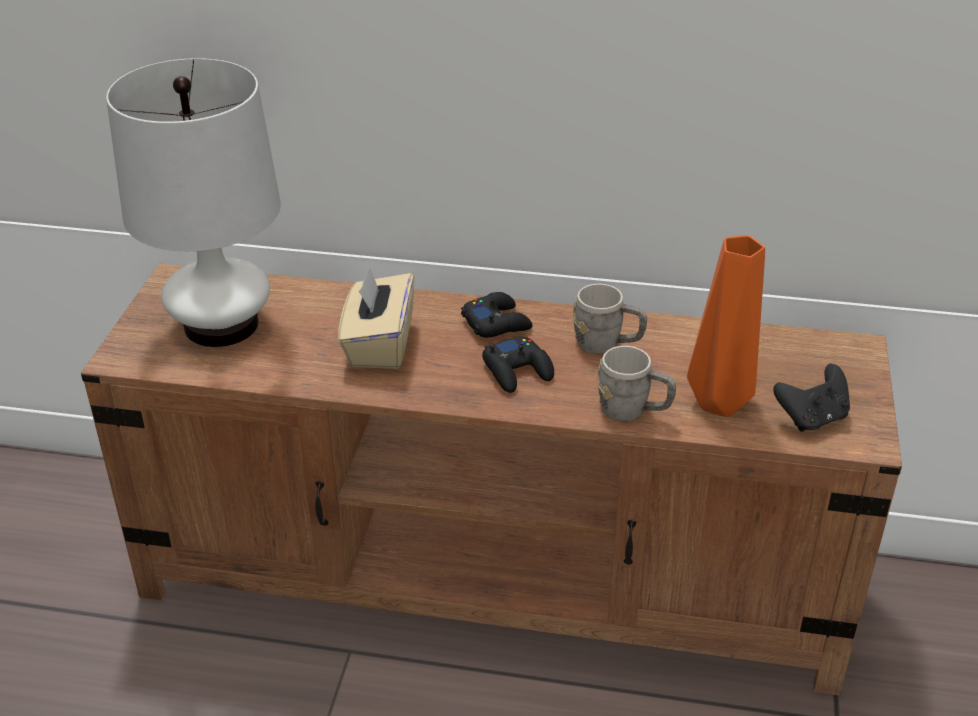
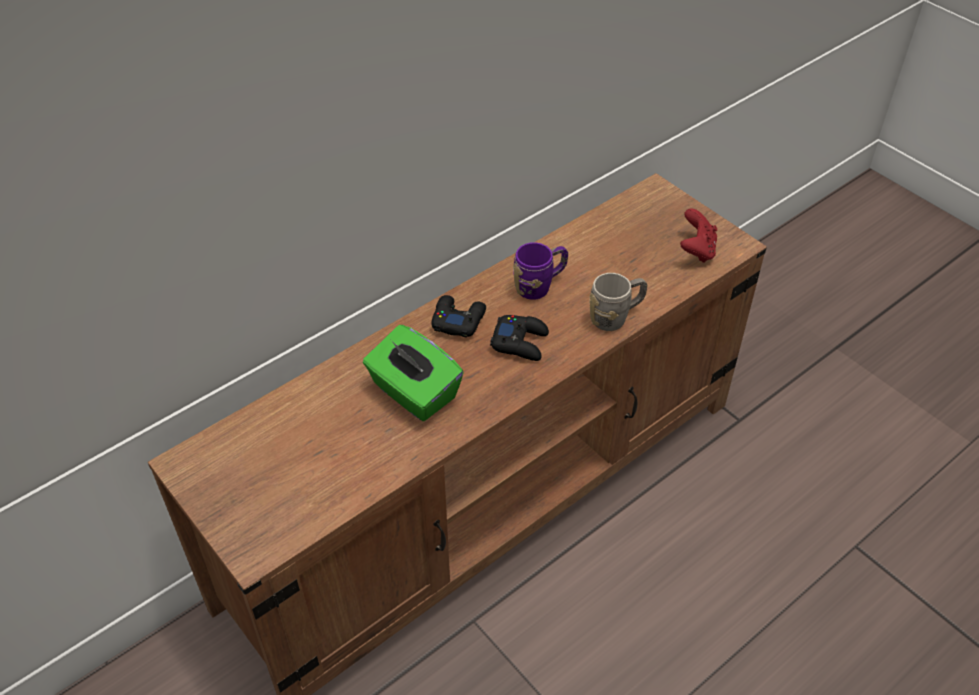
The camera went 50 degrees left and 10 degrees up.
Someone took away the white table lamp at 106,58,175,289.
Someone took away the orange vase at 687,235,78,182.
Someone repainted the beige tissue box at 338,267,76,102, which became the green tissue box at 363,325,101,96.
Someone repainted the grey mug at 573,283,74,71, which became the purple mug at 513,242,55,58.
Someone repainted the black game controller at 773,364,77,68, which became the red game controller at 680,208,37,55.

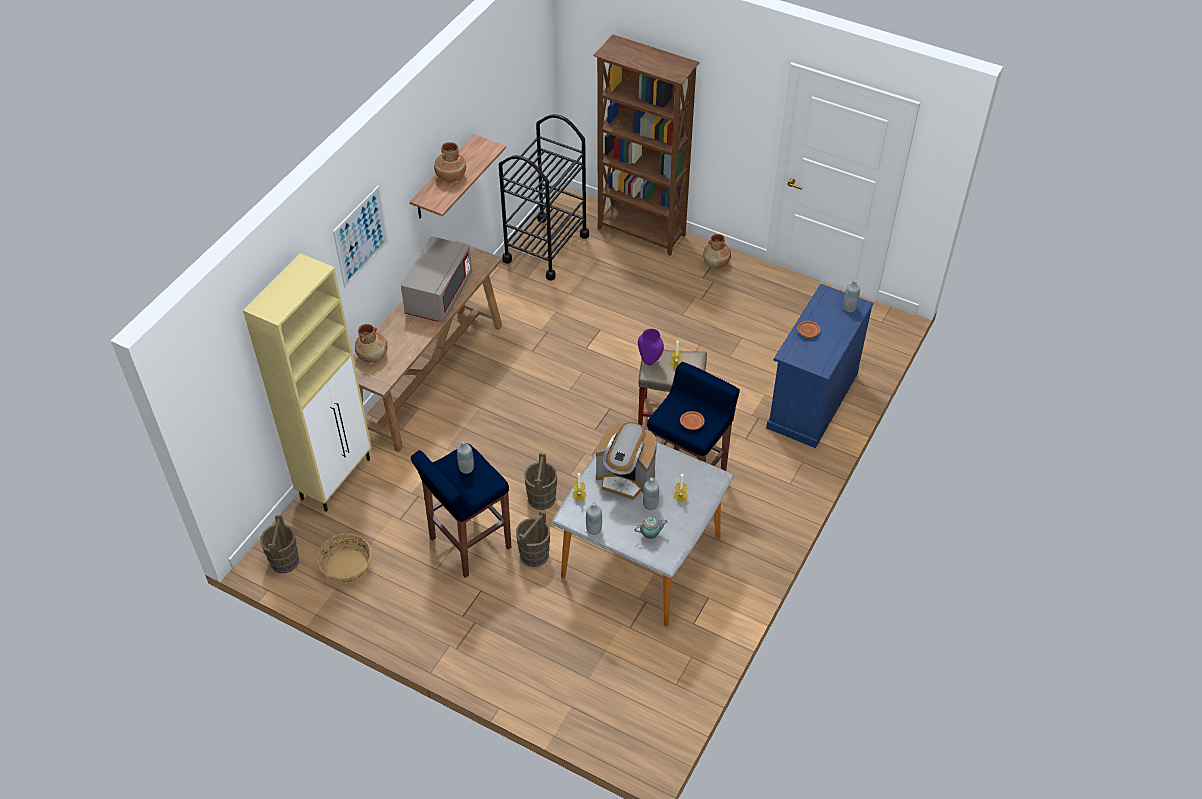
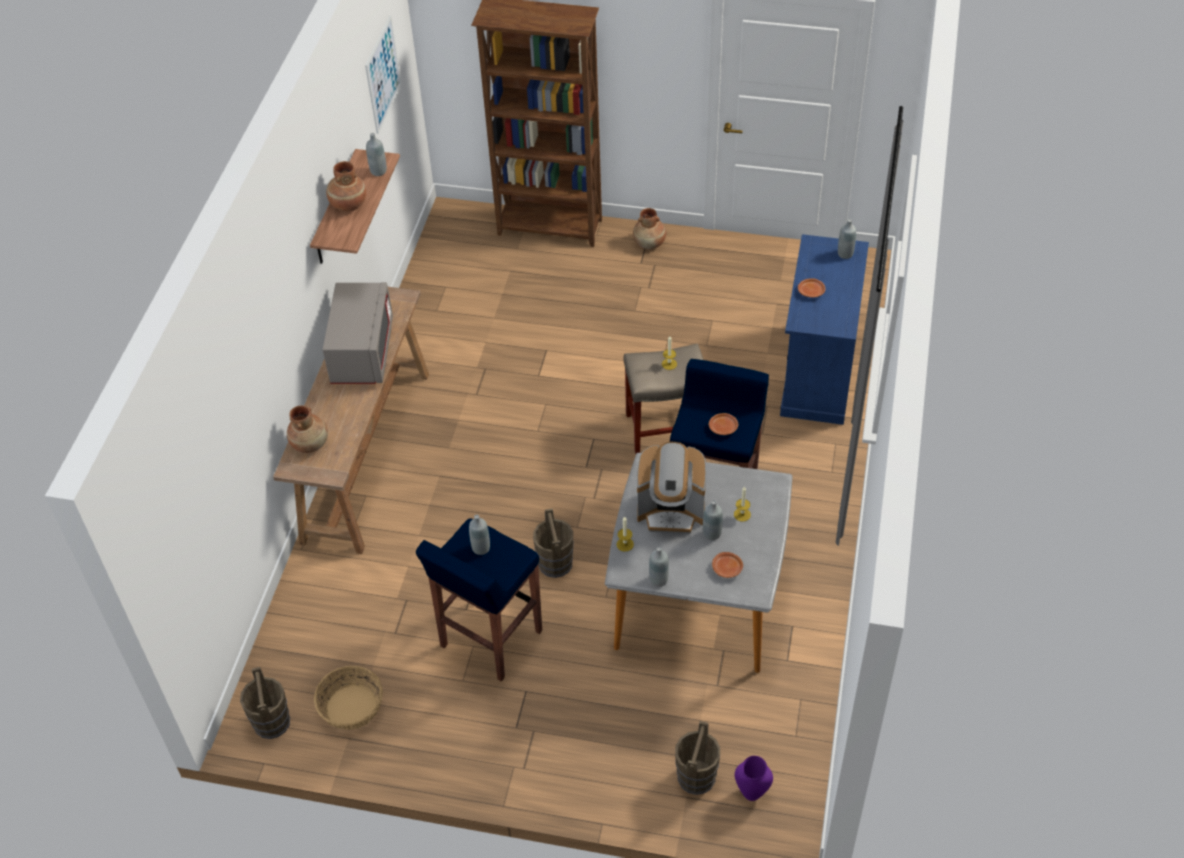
The camera went 15 degrees left and 0 degrees up.
Someone took away the black cart at 499,114,90,167.
Someone carried the picture from 333,186,55,102 to 365,16,37,118.
Someone took away the beige cabinet at 243,253,129,259.
Someone carried the purple vase from 638,329,26,36 to 735,756,38,45.
Someone carried the brown bucket from 516,510,34,57 to 675,721,45,74.
Someone swapped the teapot at 635,517,33,22 for the brown plate at 712,552,31,26.
Someone put down the grey bottle at 366,133,21,43.

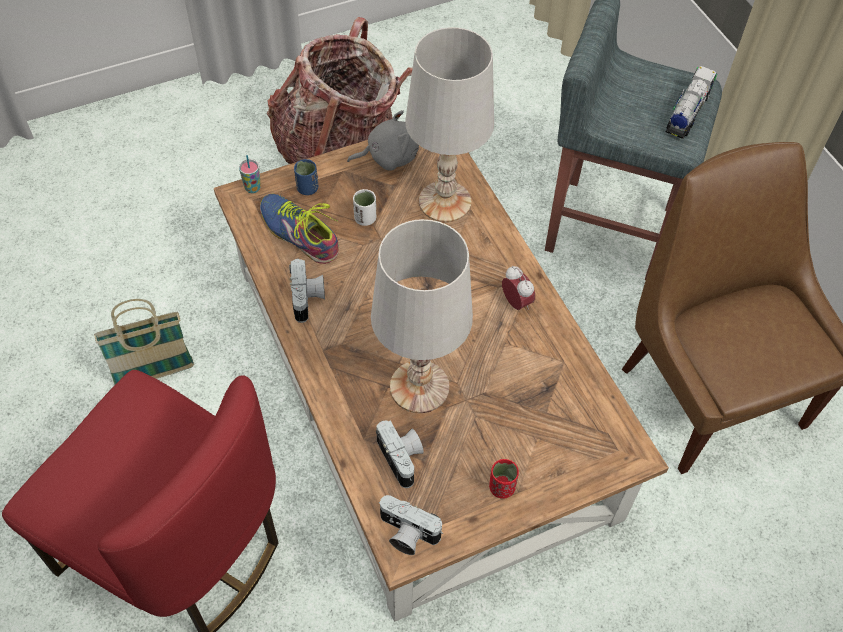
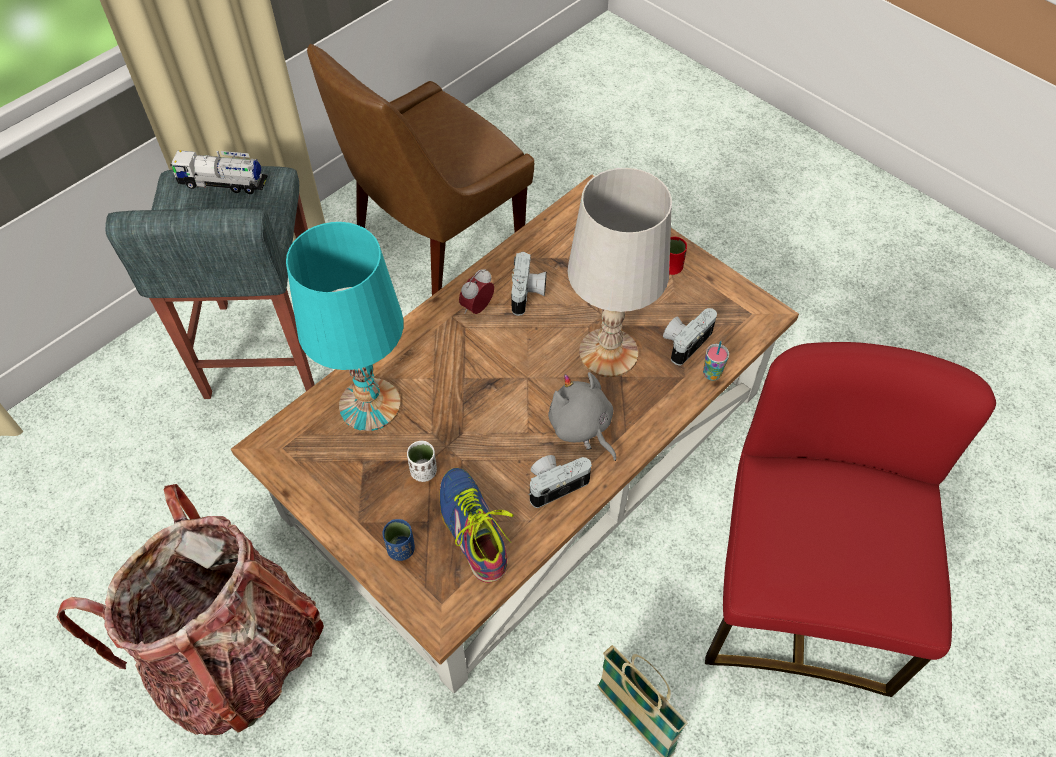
The camera went 110 degrees left and 0 degrees up.
Someone repainted the white table lamp at 405,27,89,195, which became the turquoise table lamp at 286,222,118,209.
Someone carried the grey plush toy from 347,110,72,61 to 548,372,68,89.
Someone carried the cup from 239,155,22,38 to 703,341,26,40.
Someone rotated the shoe at 260,194,79,70 by 135 degrees clockwise.
Someone carried the photo camera from 379,495,64,60 to 511,252,35,64.

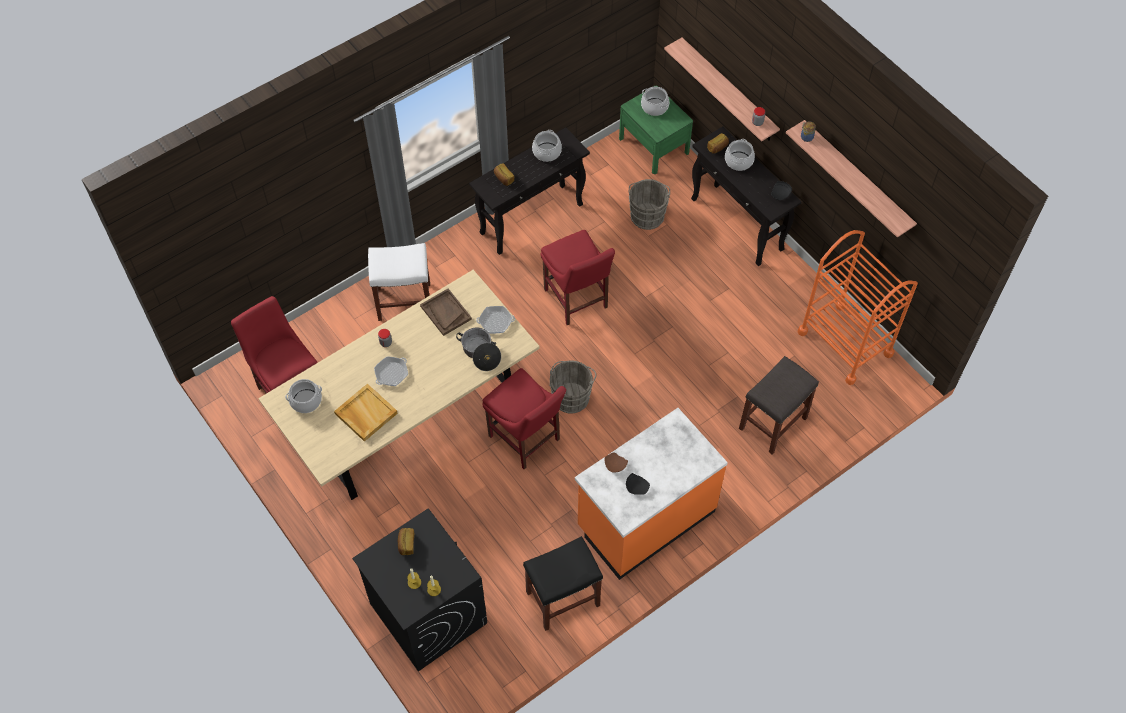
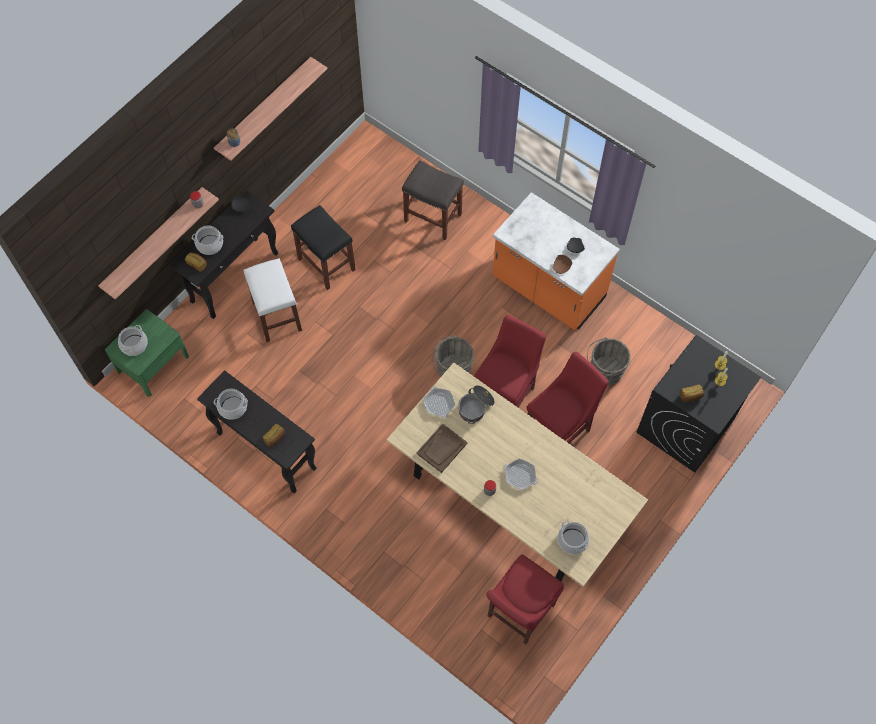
The camera went 105 degrees left and 5 degrees up.
Someone carried the grey bucket from 629,179,41,51 to 587,337,44,48.
Someone carried the red chair from 541,230,74,95 to 527,352,82,91.
Someone took away the orange cart at 797,230,121,155.
Someone carried the white stool from 368,243,62,78 to 244,258,58,84.
Someone took away the beige tray at 334,384,64,58.
Someone carried the black stool from 523,536,80,95 to 291,205,65,85.

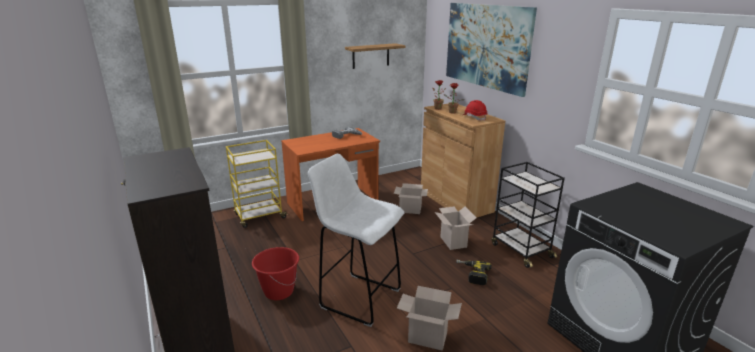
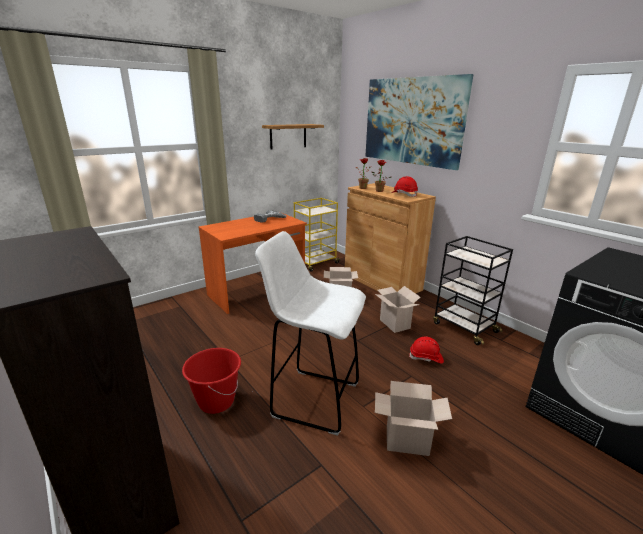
The camera went 10 degrees left and 0 degrees up.
Someone carried the yellow cart from 226,140,62,88 to 294,198,46,74.
Someone swapped the power drill at 456,260,36,25 for the red hard hat at 409,336,35,28.

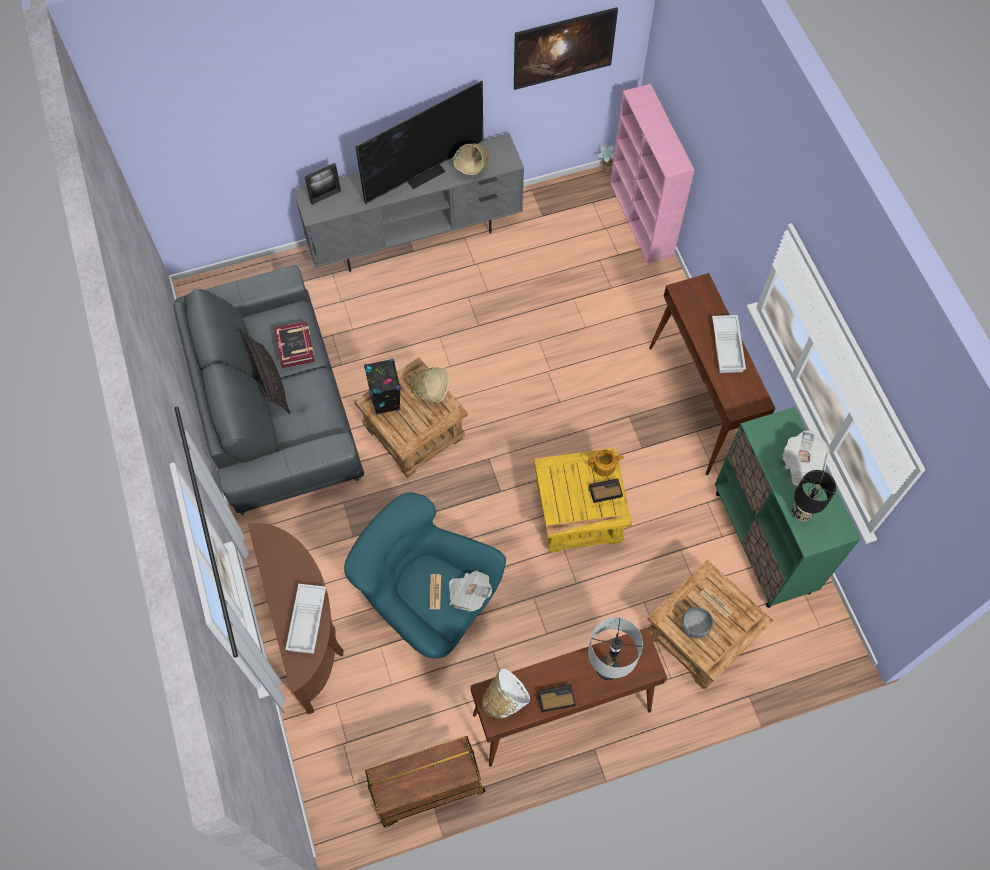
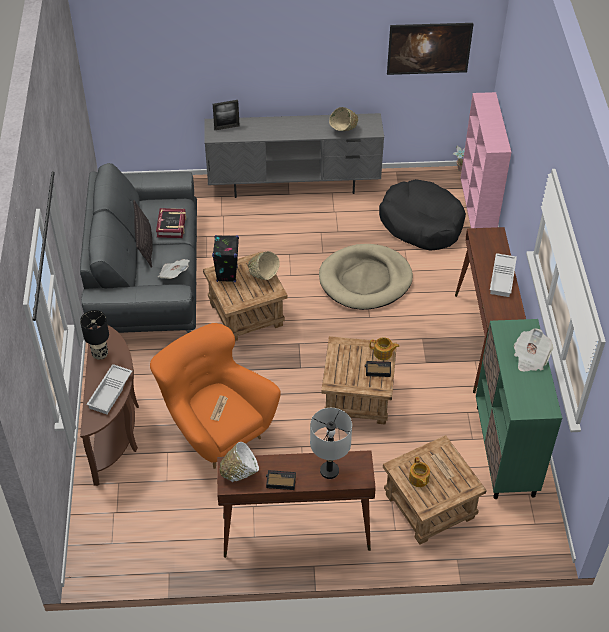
The camera went 15 degrees right and 15 degrees down.
Someone took away the television at 355,80,128,124.
Someone repainted the yellow side table at 534,448,98,104, which became the brown side table at 321,336,76,89.
Someone carried the black table lamp from 792,470,44,52 to 80,310,29,50.
Someone repainted the turquoise armchair at 344,492,162,166, which became the orange armchair at 150,323,131,146.
Someone carried the newspaper from 449,570,43,42 to 158,259,32,20.
Someone swapped the grey bowl at 681,607,32,31 for the teapot at 409,457,21,30.
Someone took away the brown cart at 365,736,121,91.
Someone put down the black dog bed at 379,179,87,72.
Someone put down the beige dog bed at 319,244,94,66.

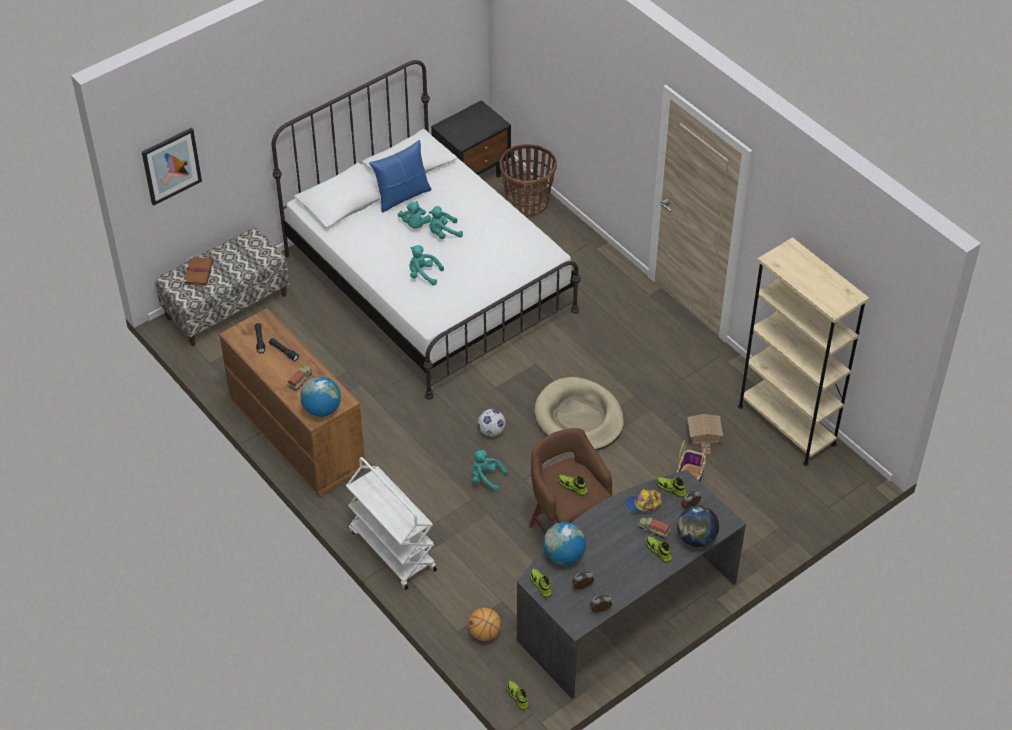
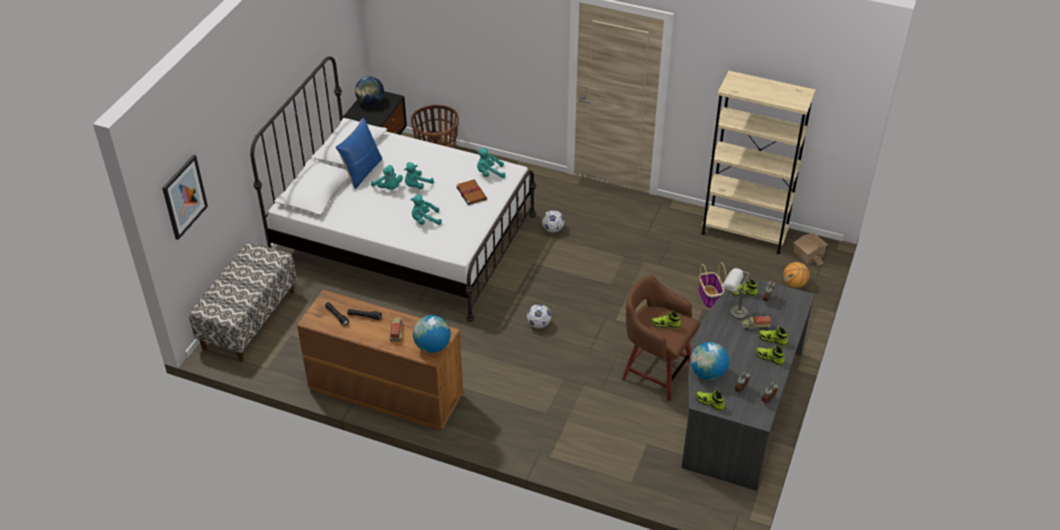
The camera went 30 degrees left and 5 degrees down.
Someone carried the brown book from 183,257,31,29 to 456,179,31,27.
Someone took away the beige dog bed at 534,377,90,73.
Someone carried the toy house from 687,414,36,40 to 793,233,35,33.
Someone carried the turquoise plush toy from 472,450,35,42 to 477,148,28,30.
Someone took away the white cart at 346,457,91,133.
Someone swapped the cap at 625,489,36,24 for the grey table lamp at 722,268,27,52.
Someone carried the globe from 677,505,42,42 to 355,76,29,30.
Someone carried the basketball from 468,608,33,33 to 783,262,27,26.
Someone carried the shoe from 507,680,22,31 to 756,346,29,20.
Someone put down the football at 542,210,22,23.

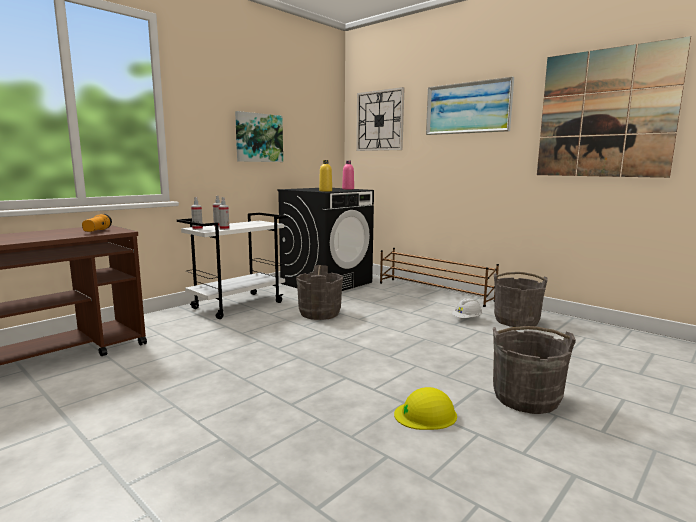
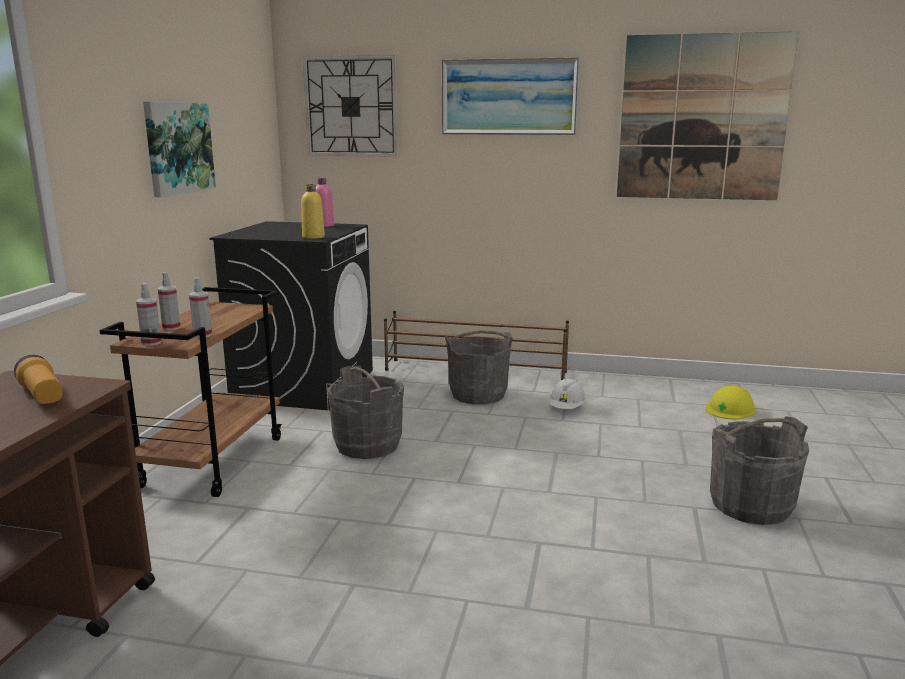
The camera went 30 degrees left and 5 degrees up.
Someone repainted the white cart at 177,213,110,106, which became the brown cart at 99,287,183,210.
Someone carried the grey bucket from 494,272,54,55 to 445,330,68,74.
Someone carried the yellow hard hat from 394,387,63,43 to 705,386,51,33.

